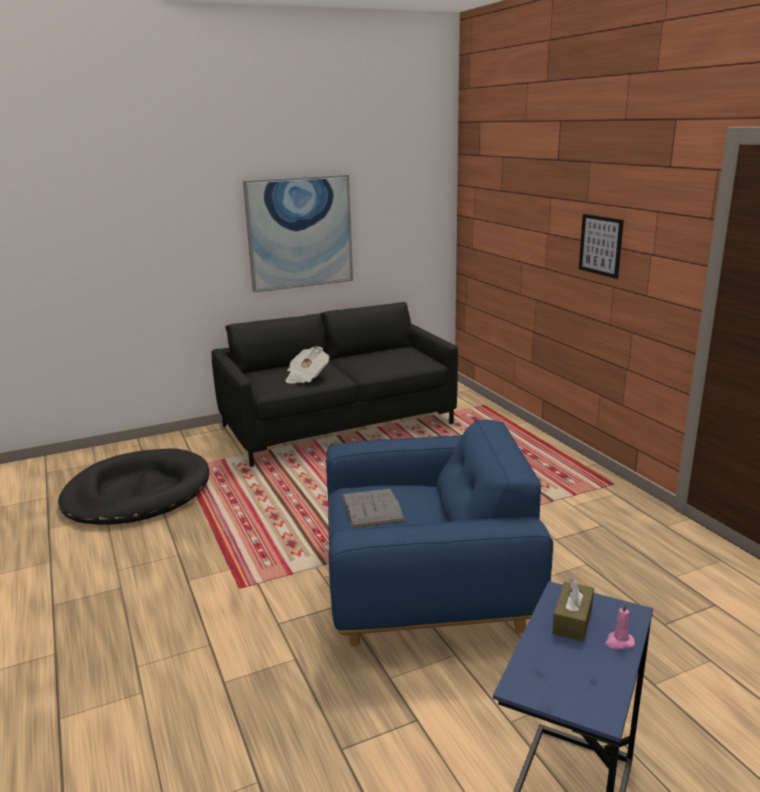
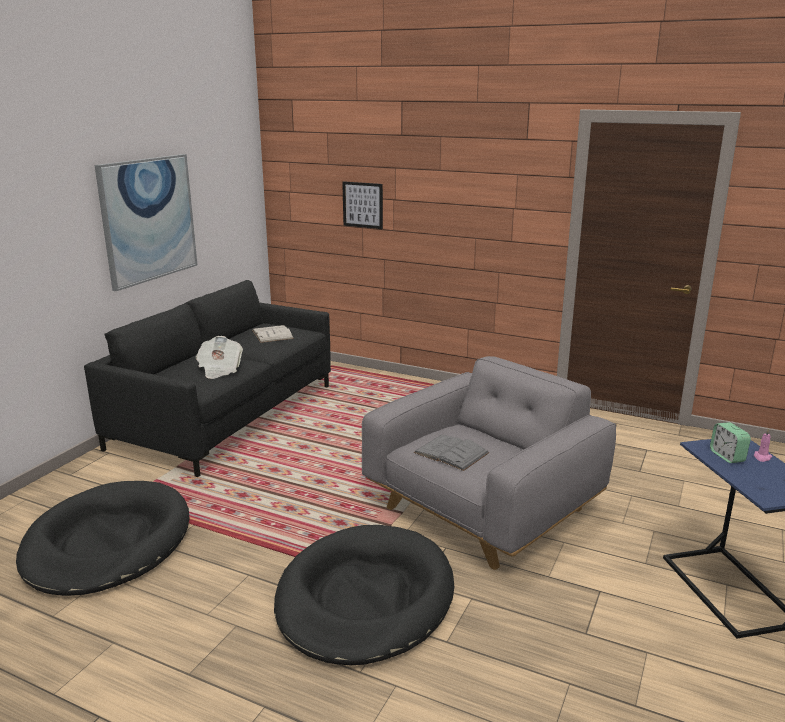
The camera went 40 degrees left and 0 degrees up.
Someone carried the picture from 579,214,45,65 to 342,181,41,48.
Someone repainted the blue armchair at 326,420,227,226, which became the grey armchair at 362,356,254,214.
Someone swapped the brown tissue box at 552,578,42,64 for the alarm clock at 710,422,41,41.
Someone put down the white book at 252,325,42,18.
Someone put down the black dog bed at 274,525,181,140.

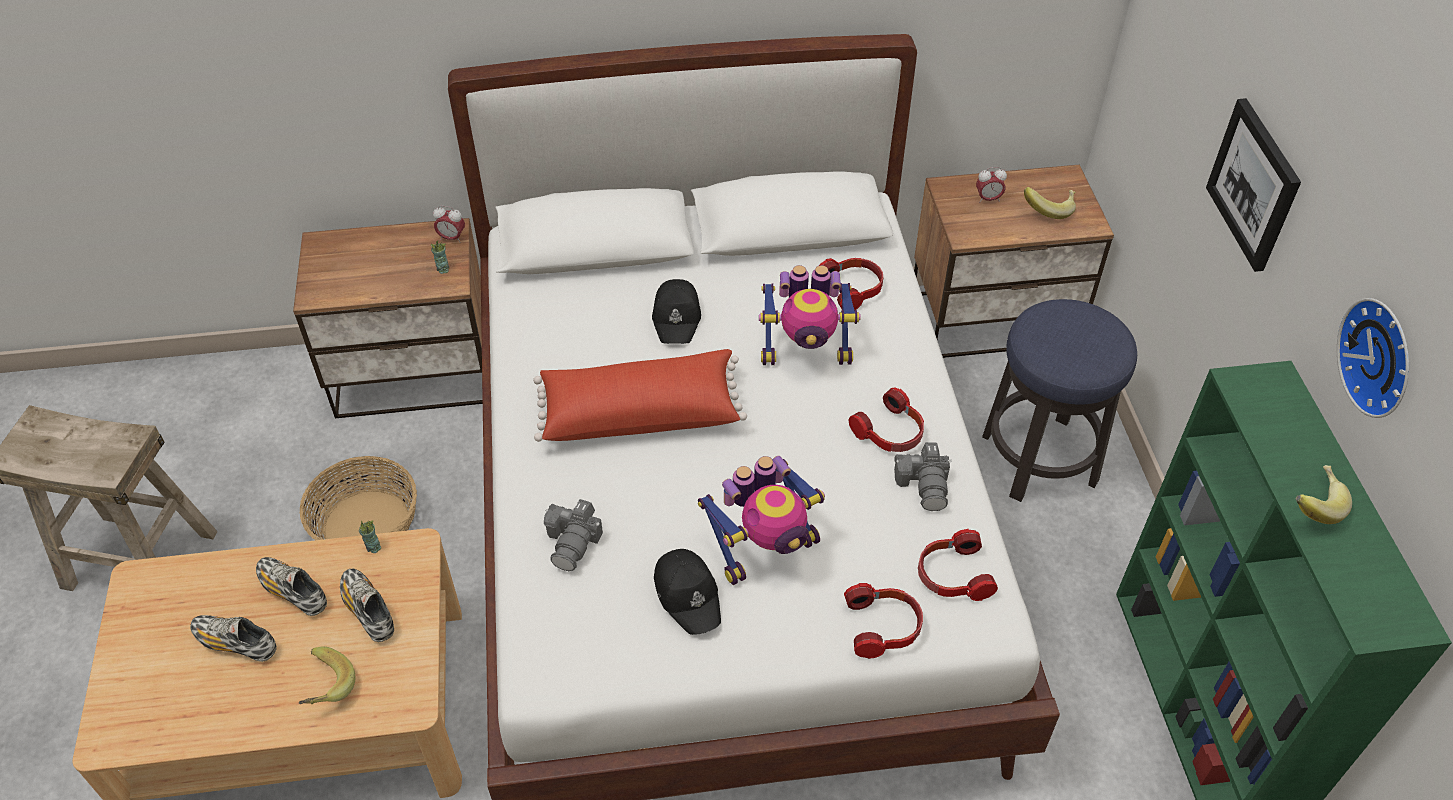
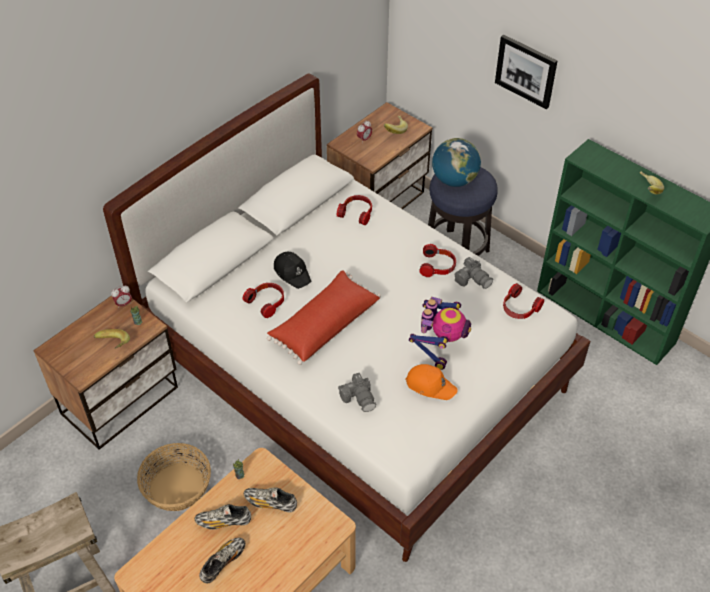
The camera went 40 degrees left and 0 degrees up.
Someone took away the toy robot at 759,265,102,100.
Someone took away the wall clock at 1337,298,72,120.
Someone repainted the black cap at 654,549,67,86, which became the orange cap at 405,364,53,36.
Someone carried the headphones from 844,583,79,76 to 242,283,42,35.
Someone rotated the shoe at 190,615,87,47 by 150 degrees clockwise.
Someone carried the banana from 298,646,57,58 to 94,329,36,20.
Someone put down the globe at 432,138,49,49.

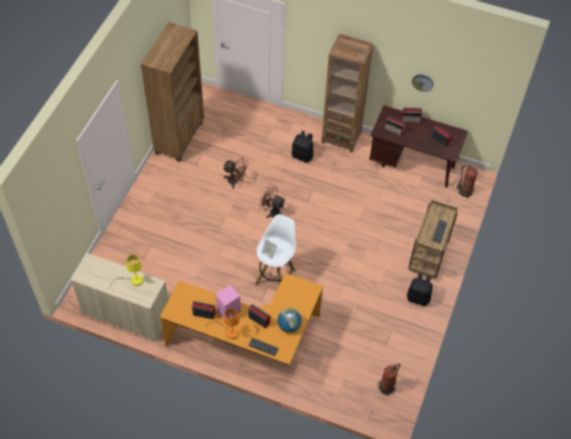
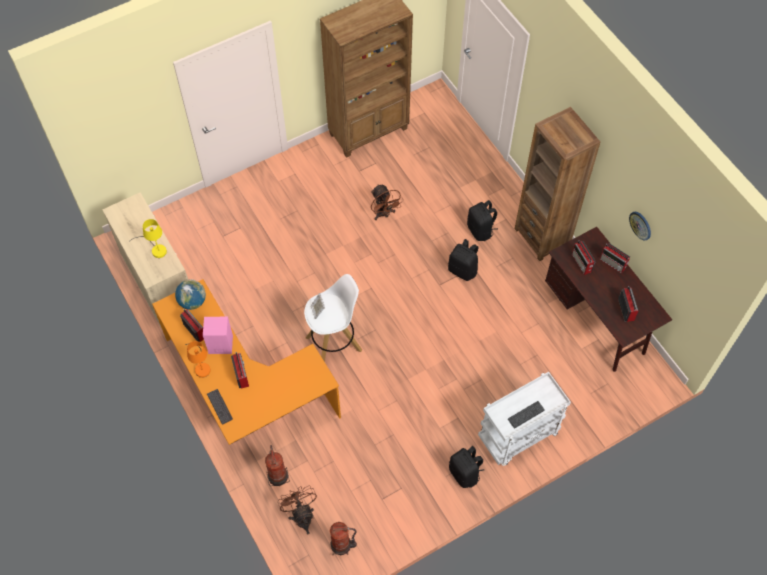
The camera went 40 degrees right and 5 degrees up.
Someone carried the fire extinguisher from 457,165,21,33 to 265,445,25,41.
Someone carried the brown fan from 260,186,26,32 to 278,486,39,48.
Someone repainted the brown cart at 409,200,49,79, which became the white cart at 478,372,93,94.
Someone carried the globe from 277,308,25,25 to 175,279,31,31.
Someone put down the black backpack at 448,239,30,42.

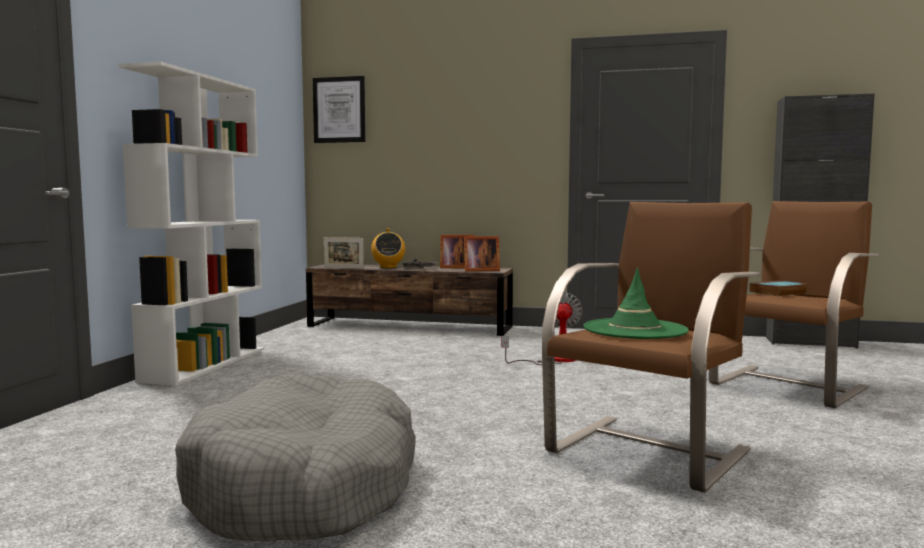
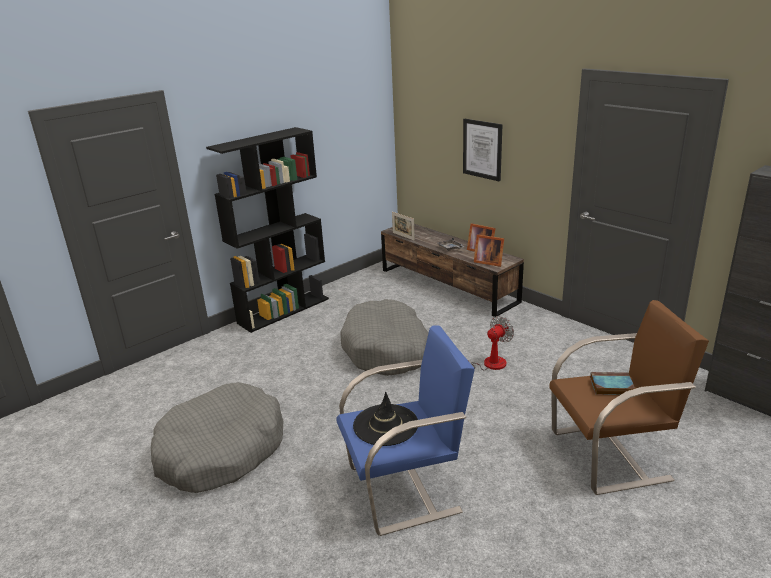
The camera went 35 degrees right and 20 degrees up.
Someone repainted the white bookcase at 118,61,146,325, which became the black bookcase at 206,127,123,206.
Someone carried the picture from 313,76,52,67 to 463,119,39,62.
Someone repainted the brown armchair at 542,202,218,291, which became the blue armchair at 336,325,139,211.
Someone took away the radio at 371,228,34,40.
Someone repainted the green hat at 583,268,106,71, which became the black hat at 353,392,65,54.
Someone put down the grey dog bed at 340,299,88,77.

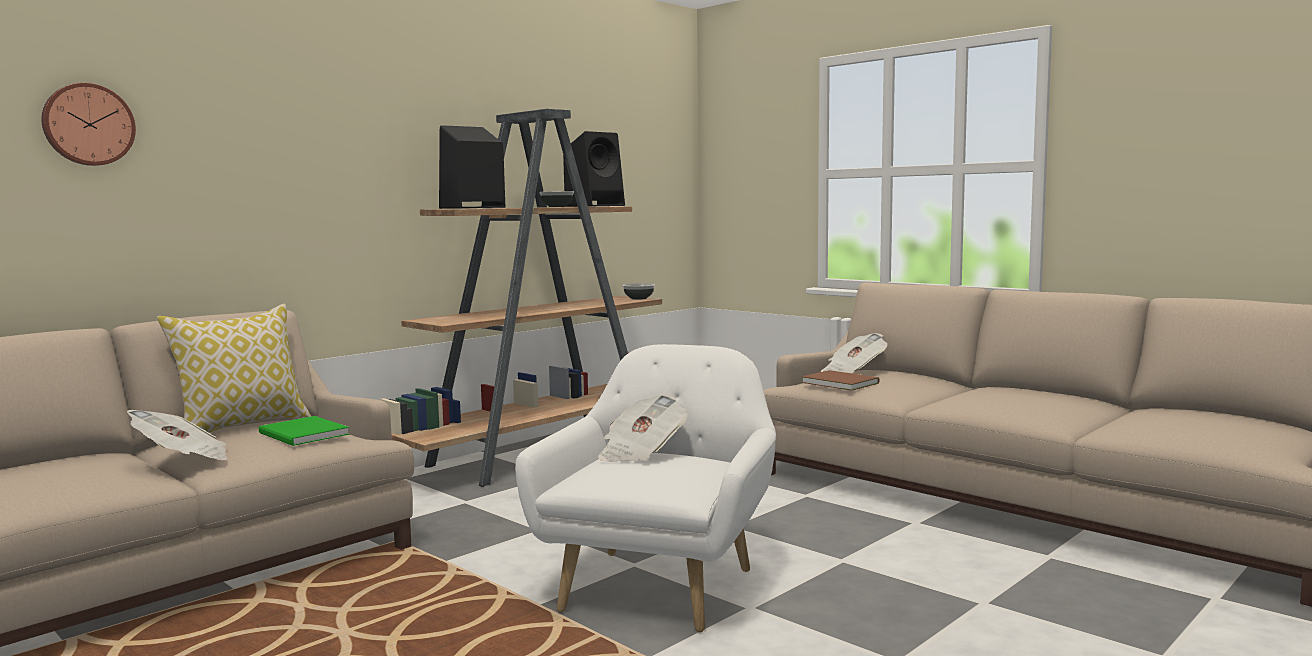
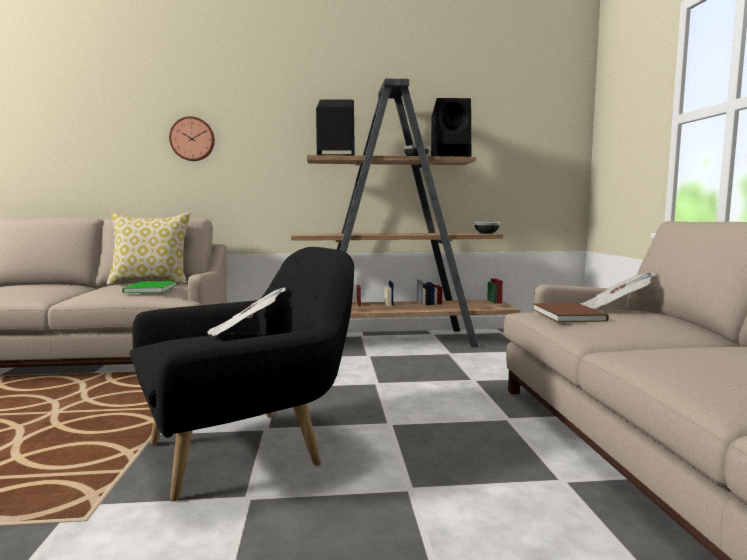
The camera went 40 degrees right and 0 degrees up.
Someone carried the wall clock from 41,83,95,83 to 169,116,46,45.
Someone repainted the white armchair at 515,344,261,288, which became the black armchair at 130,247,224,254.
Someone took away the newspaper at 127,410,100,50.

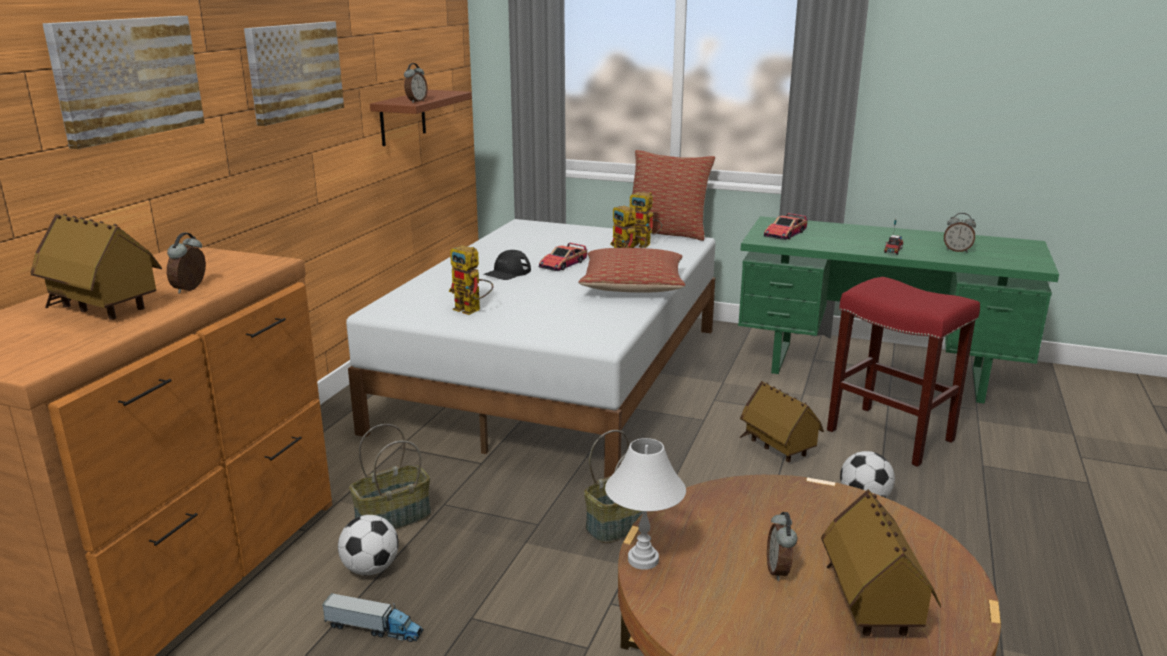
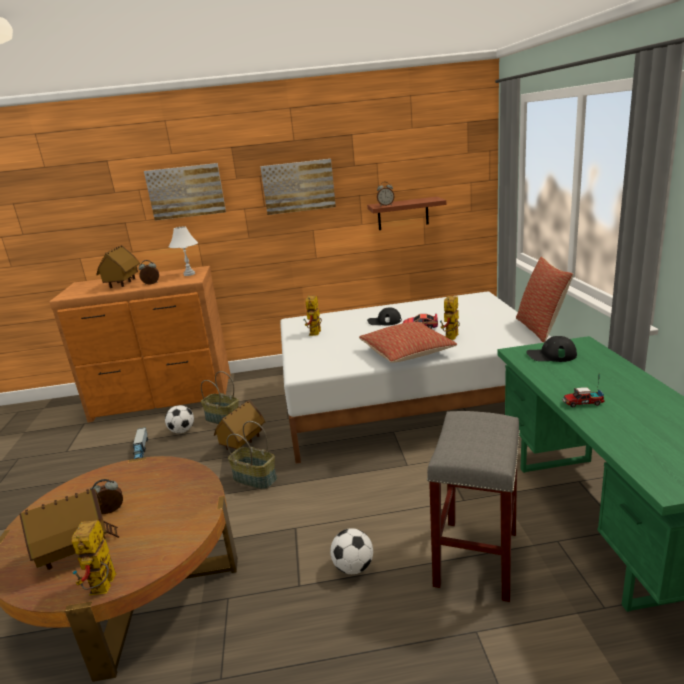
The camera went 65 degrees right and 0 degrees up.
Someone carried the toy robot from 630,192,33,56 to 72,520,44,75.
Someone swapped the toy car at 763,213,45,27 for the black cap at 526,336,51,26.
Someone took away the alarm clock at 944,213,32,39.
Someone repainted the red stool at 827,277,153,190, which became the grey stool at 427,411,93,191.
Someone carried the toy house from 739,381,85,81 to 214,400,51,50.
Someone carried the white table lamp from 605,438,81,132 to 169,226,29,50.

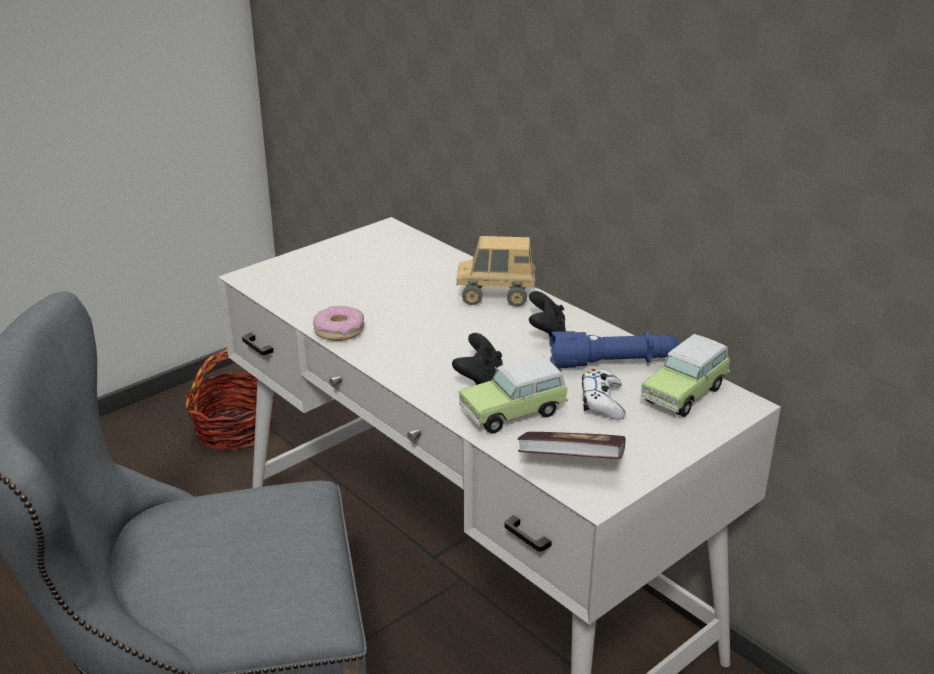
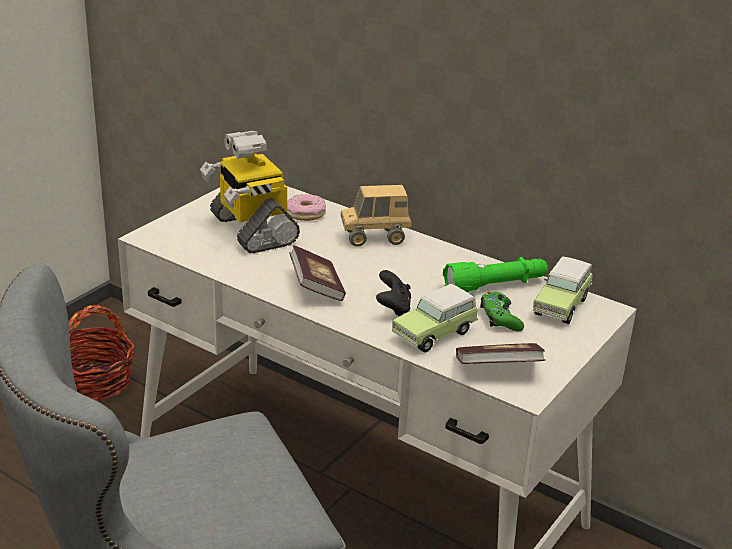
The camera went 15 degrees left and 0 degrees up.
Someone took away the black game controller at 529,291,37,46.
Someone carried the donut from 313,306,51,35 to 287,194,39,27.
Someone repainted the blue flashlight at 550,331,129,37, which became the green flashlight at 443,257,105,35.
Someone repainted the white game controller at 582,369,44,51, which became the green game controller at 480,292,44,39.
Someone put down the toy robot at 200,131,100,123.
Someone put down the book at 289,245,57,56.

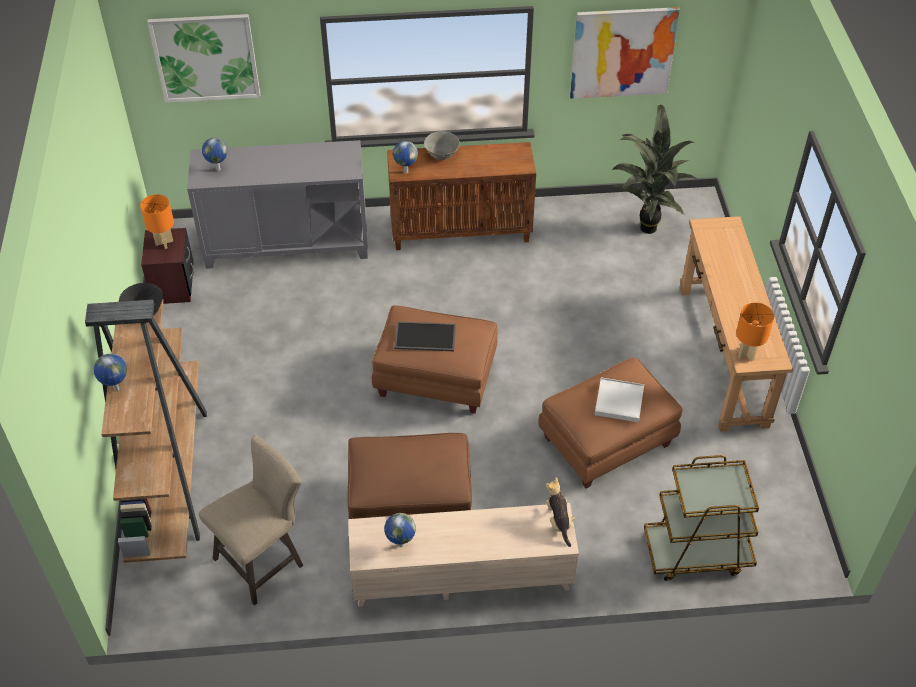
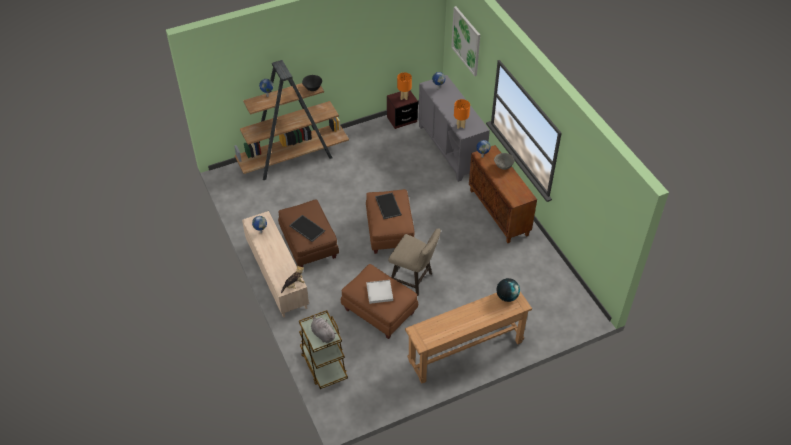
The camera went 70 degrees right and 0 degrees up.
Someone took away the picture at 570,7,110,92.
Someone took away the potted plant at 611,105,85,129.
Someone carried the orange table lamp from 736,303,38,58 to 454,99,16,30.
Someone carried the beige stool from 199,435,104,171 to 388,228,53,68.
Someone put down the tray at 289,215,36,27.
Someone put down the globe at 496,278,24,24.
Someone put down the grey plush toy at 311,315,26,28.

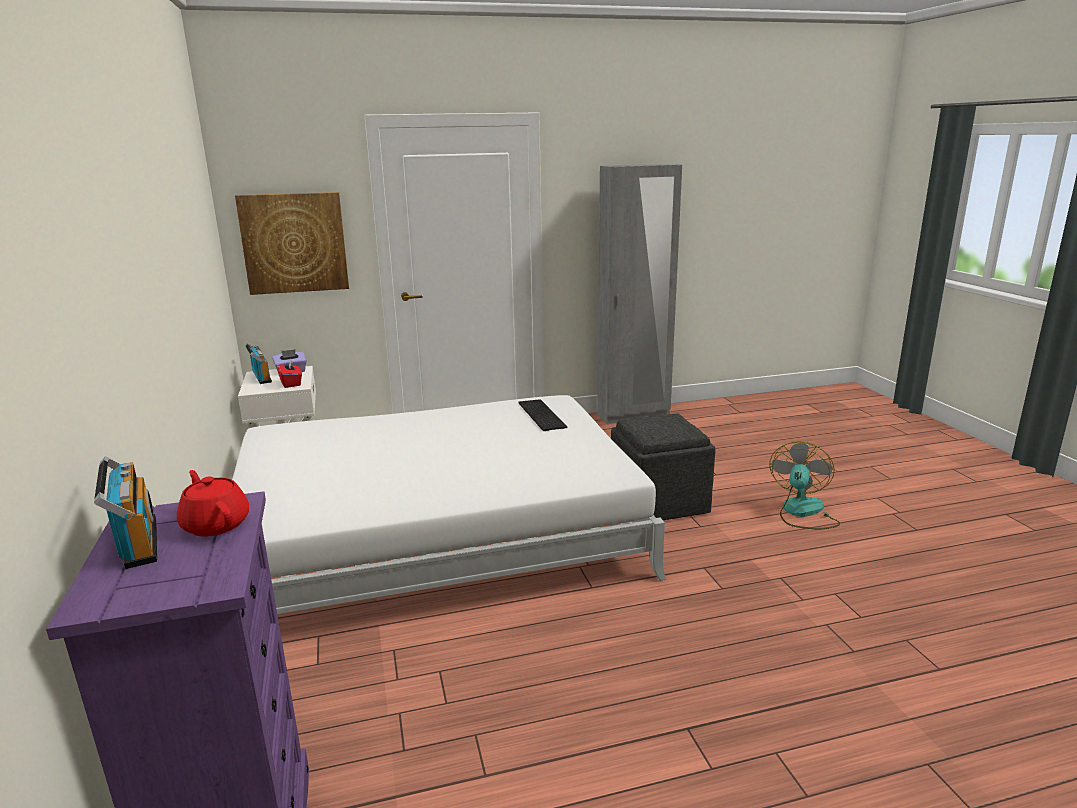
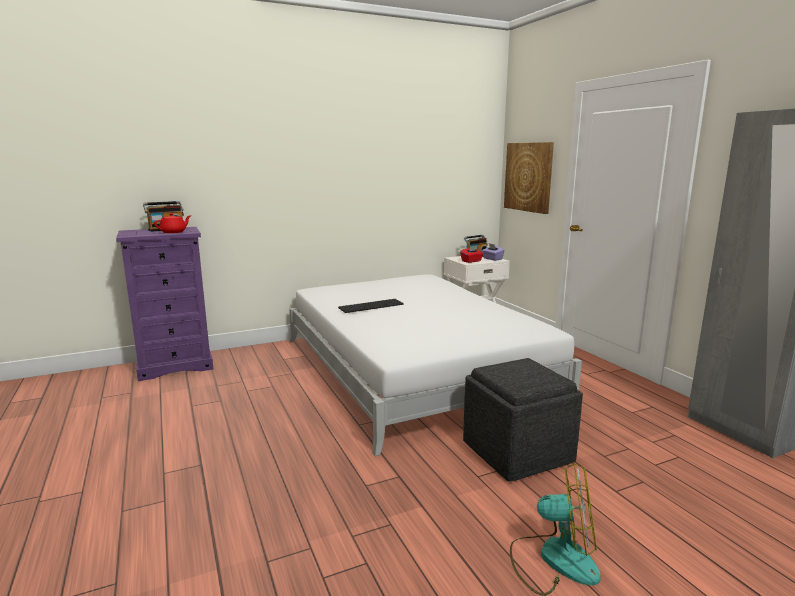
The camera went 80 degrees right and 5 degrees down.
Someone carried the keyboard from 519,399,48,32 to 338,299,66,14.

